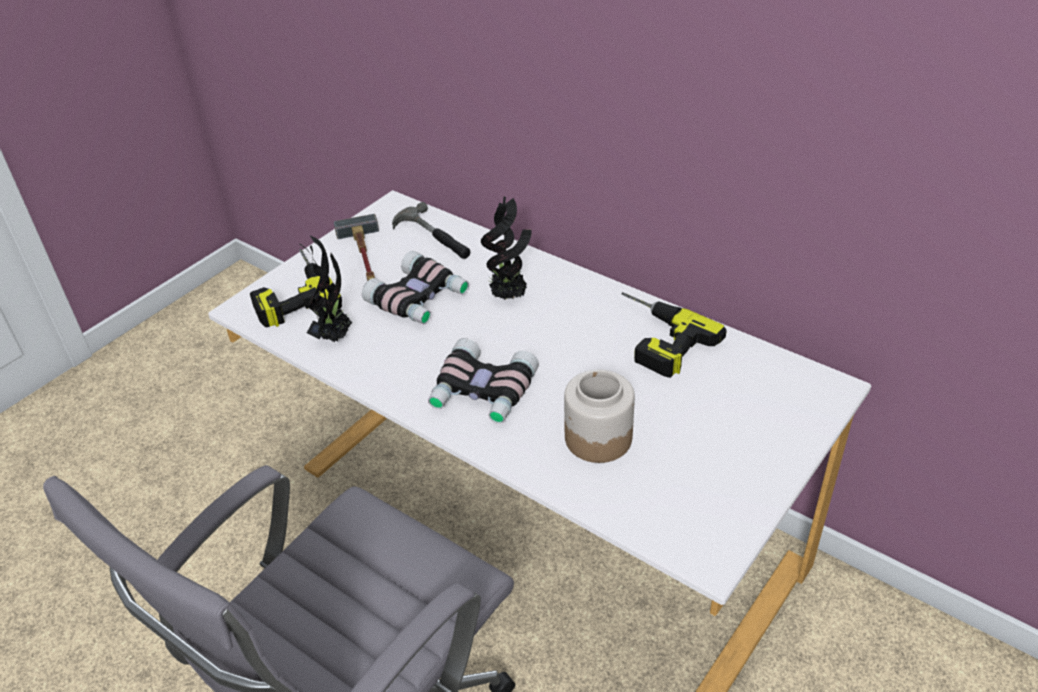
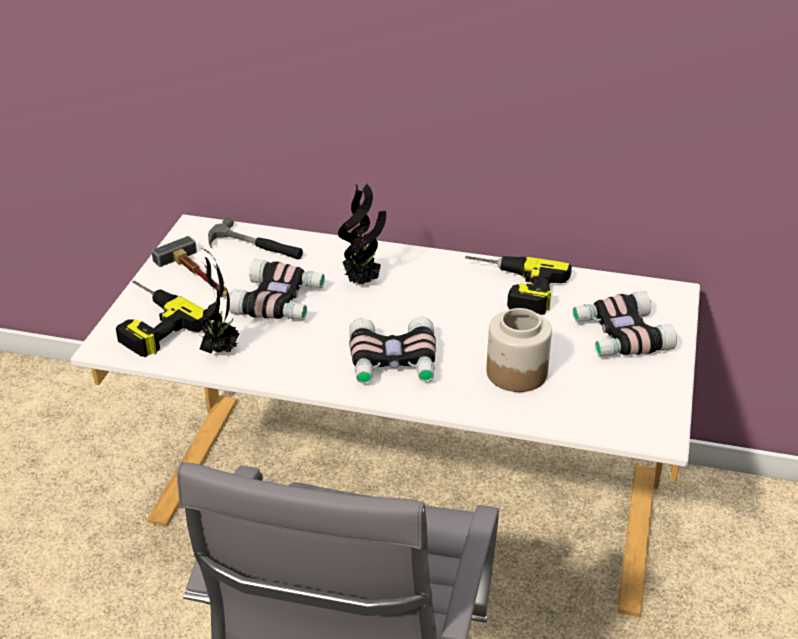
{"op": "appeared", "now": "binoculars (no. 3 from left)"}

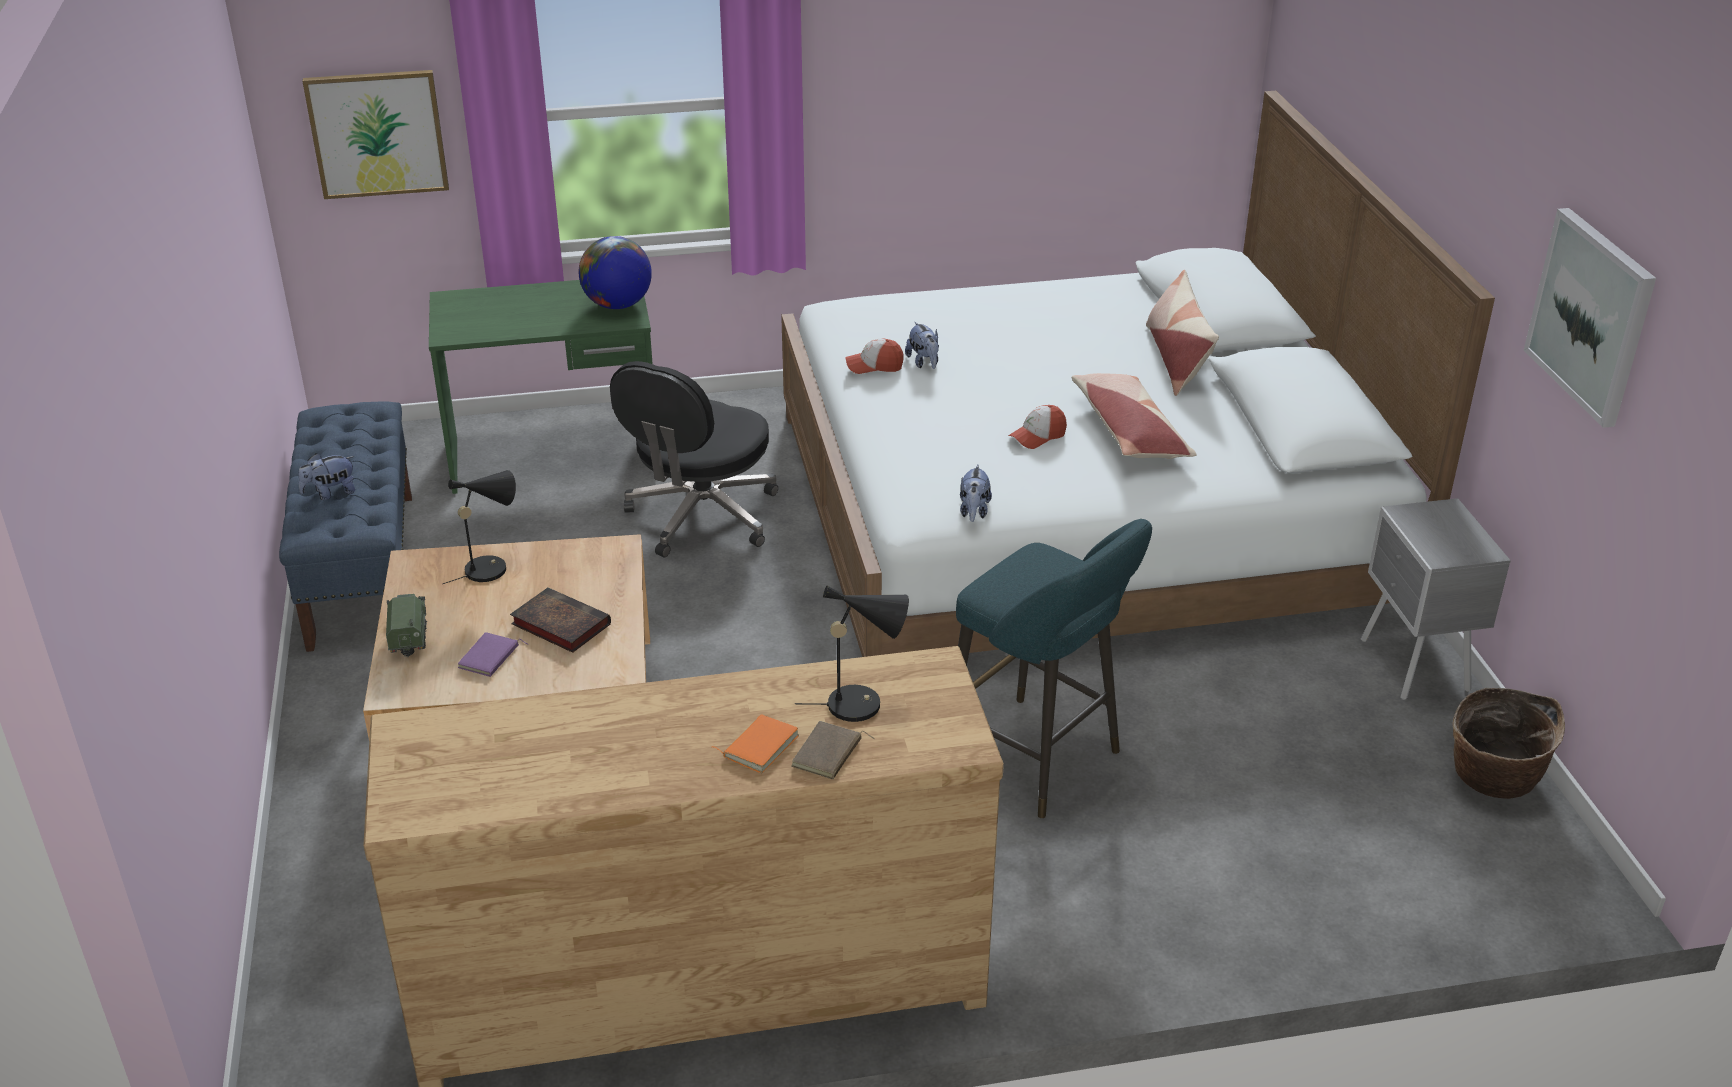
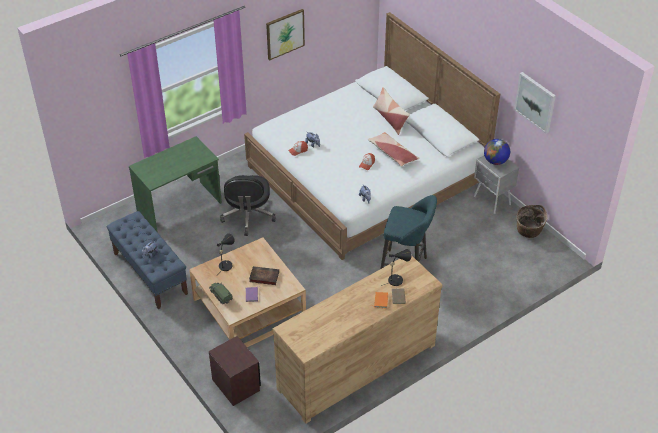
{"op": "appeared", "now": "brown nightstand"}
{"op": "relocated", "was": "picture (no. 1 from left)"}
{"op": "relocated", "was": "globe"}

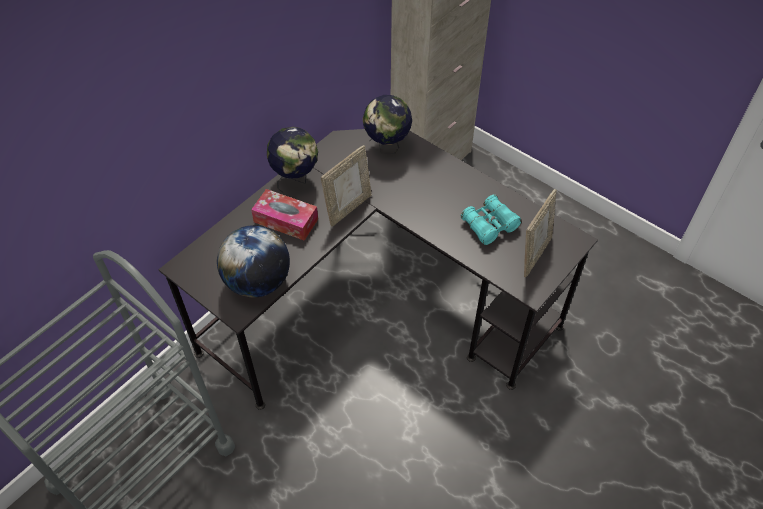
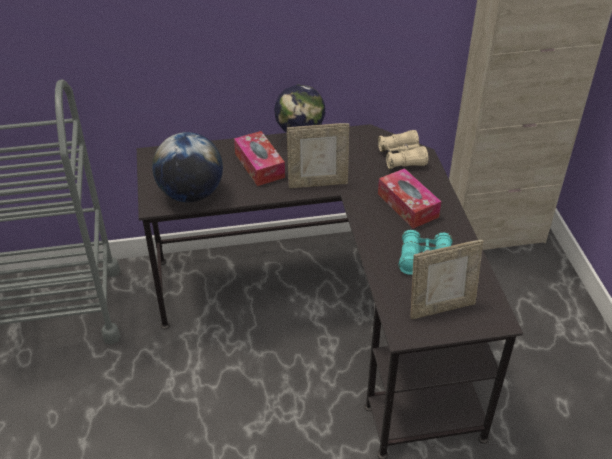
{"op": "appeared", "now": "tissue box (no. 2 from left)"}
{"op": "exchanged", "was": "globe (no. 3 from left)", "now": "beige binoculars"}

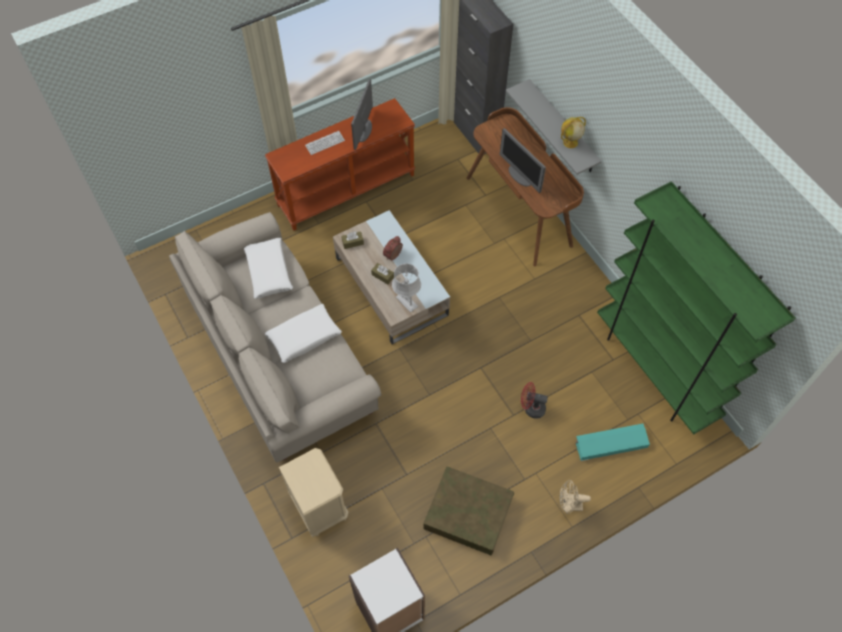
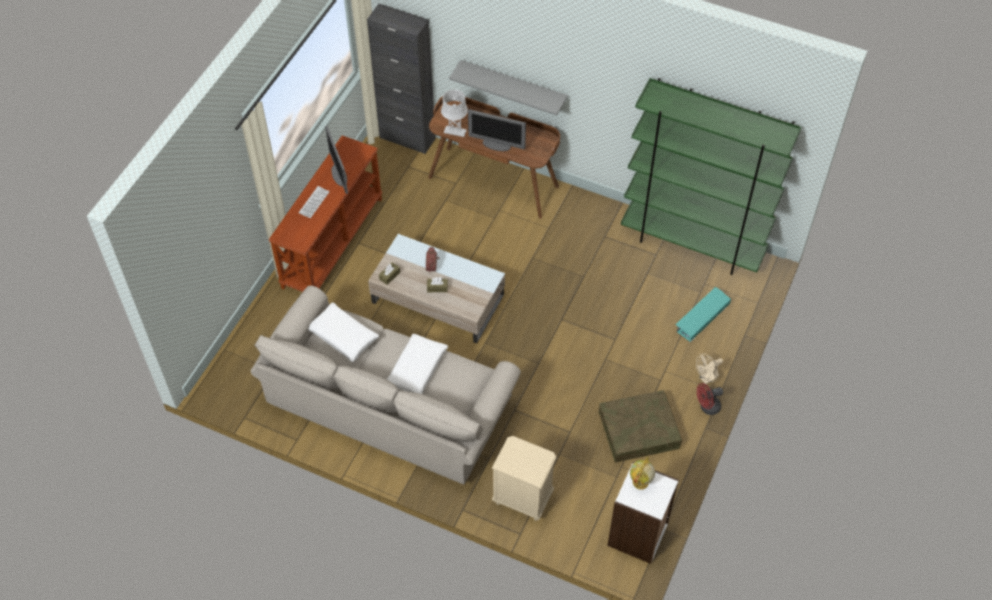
{"op": "relocated", "was": "grey table lamp"}
{"op": "relocated", "was": "red fan"}
{"op": "relocated", "was": "globe"}

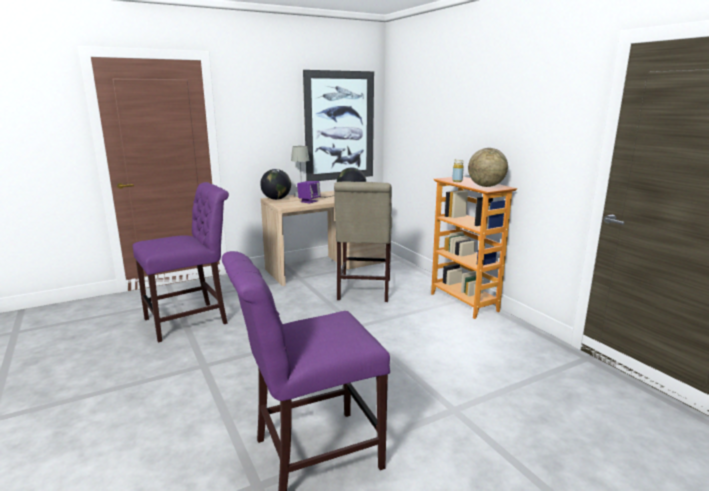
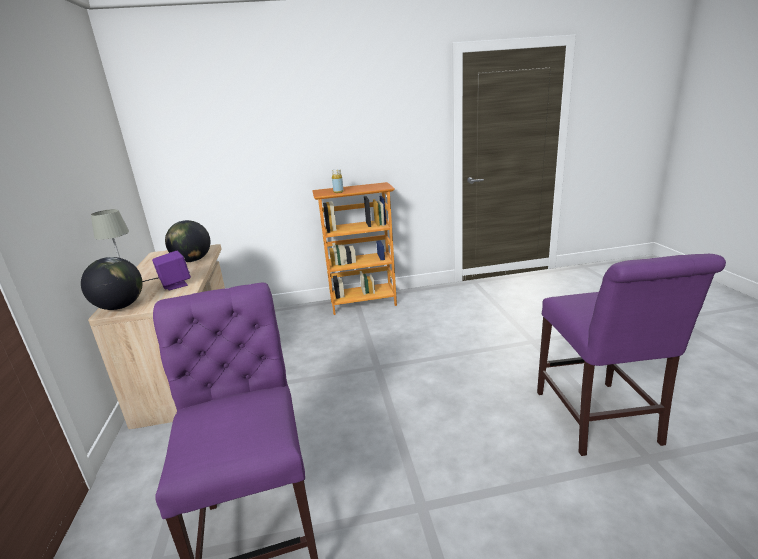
{"op": "missing", "was": "picture"}
{"op": "missing", "was": "beige chair"}
{"op": "missing", "was": "globe (no. 3 from left)"}

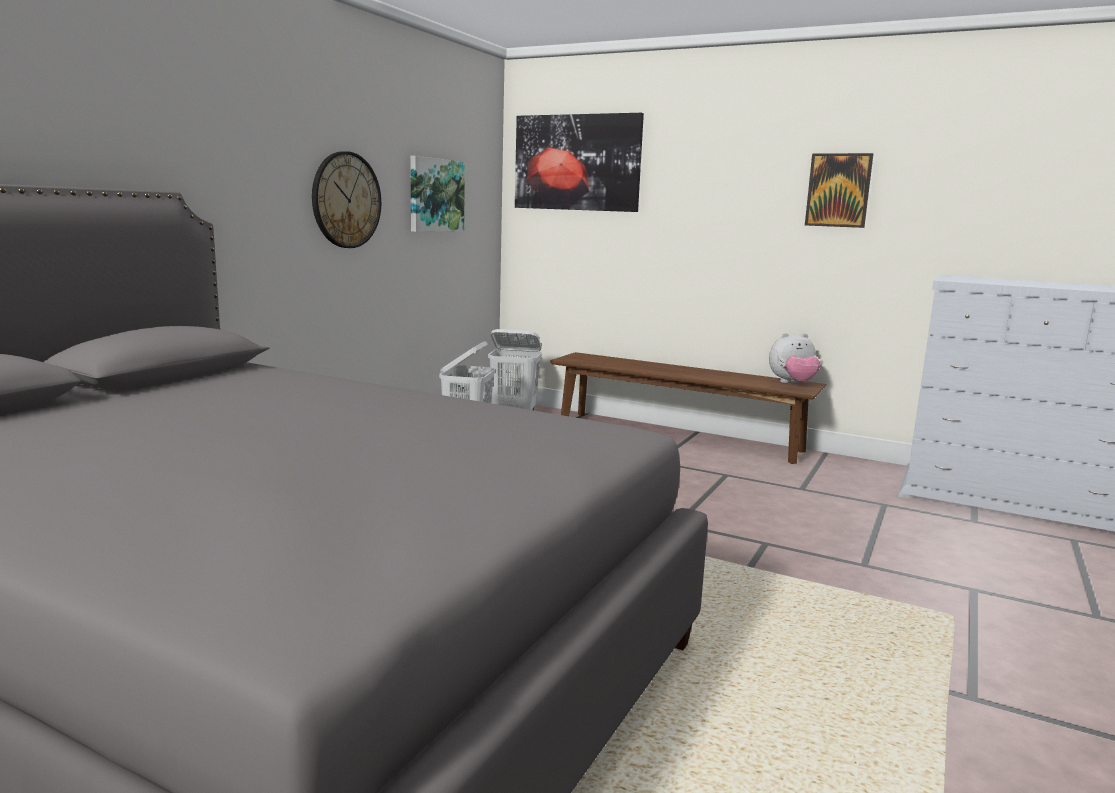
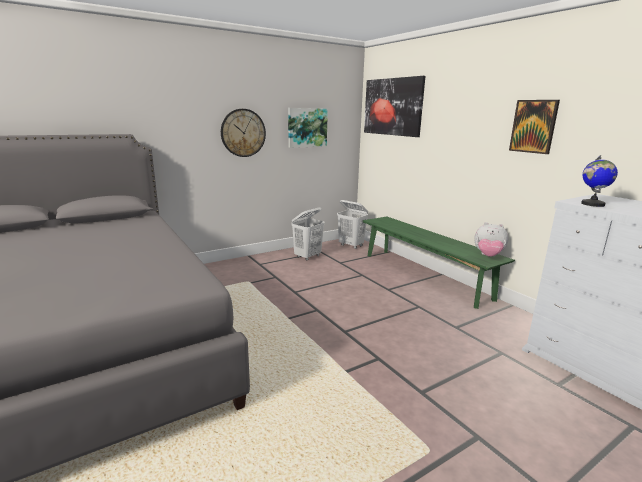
{"op": "appeared", "now": "globe"}
{"op": "colour", "was": "brown bench", "now": "green bench"}

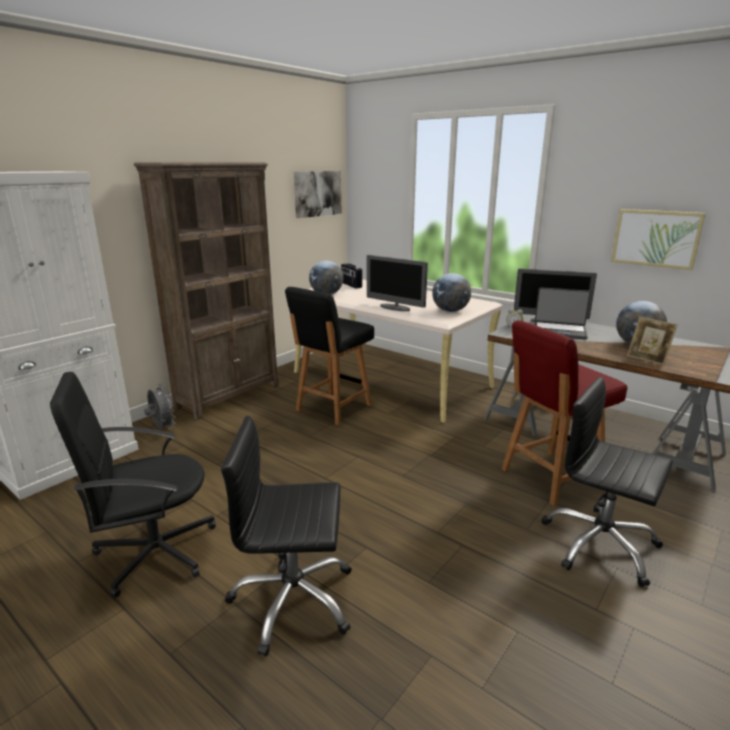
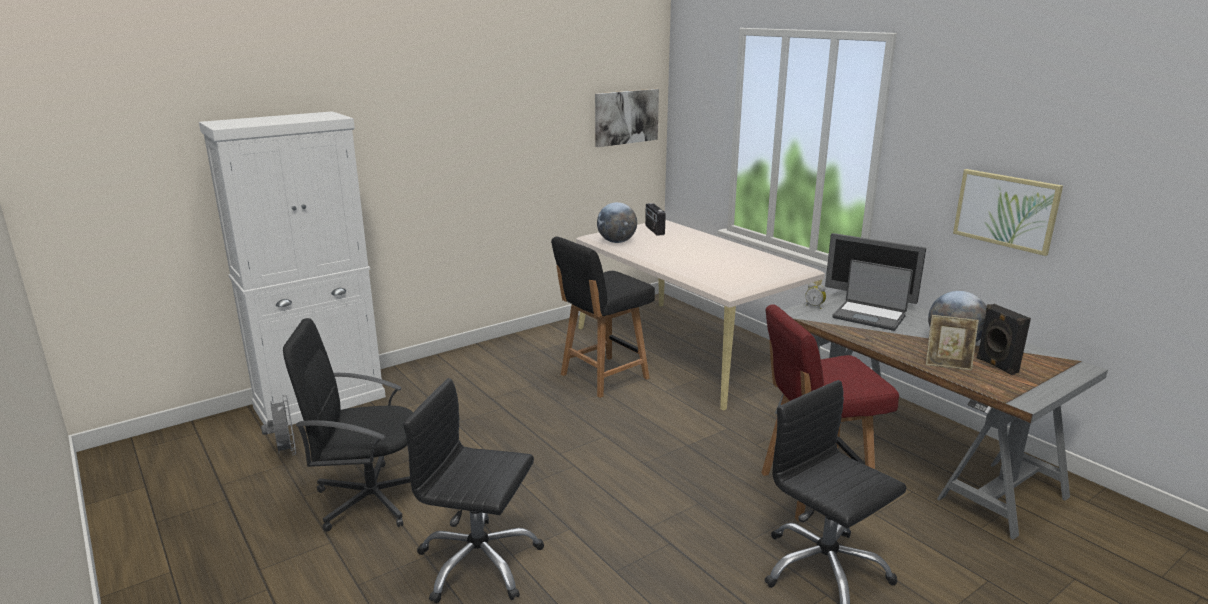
{"op": "missing", "was": "brown bookcase"}
{"op": "missing", "was": "monitor (no. 1 from left)"}
{"op": "missing", "was": "globe (no. 2 from left)"}
{"op": "appeared", "now": "black speaker"}
{"op": "relocated", "was": "grey fan"}
{"op": "spun", "was": "picture frame", "clockwise": -45}

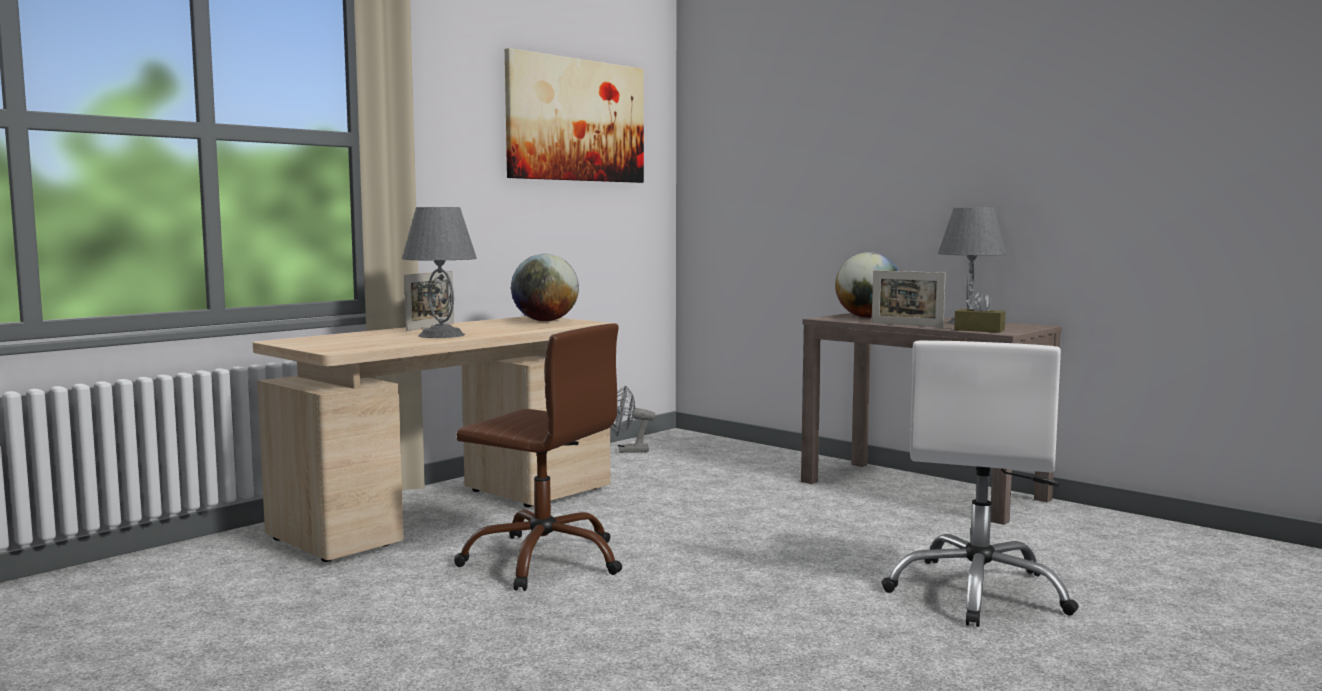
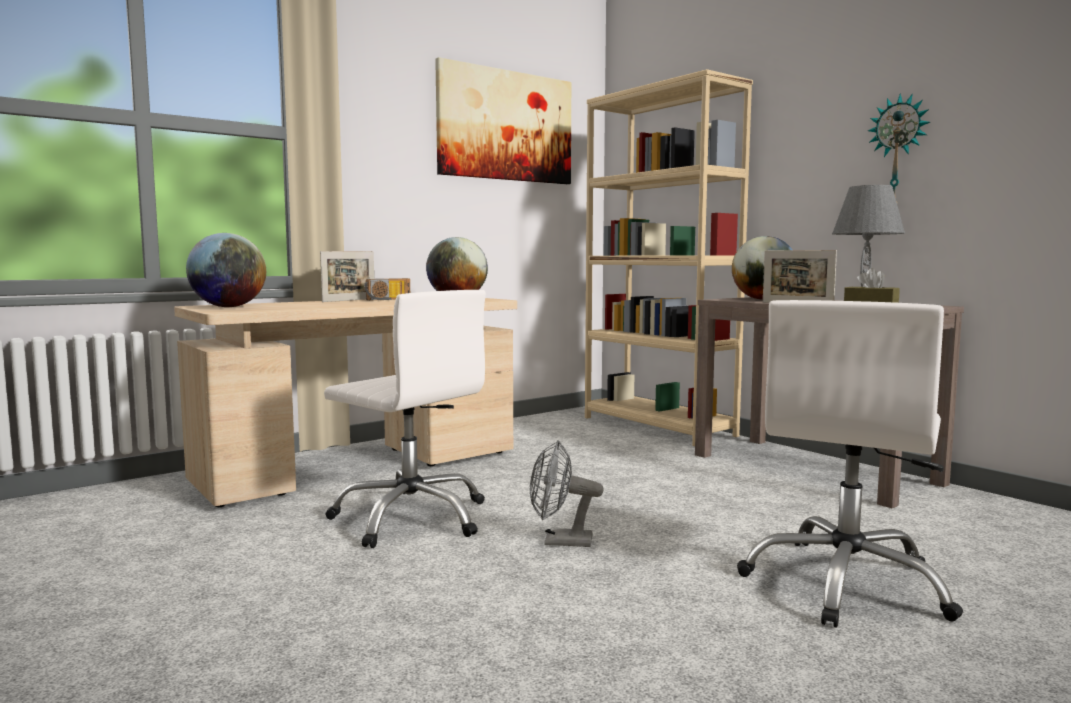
{"op": "missing", "was": "grey table lamp (no. 1 from left)"}
{"op": "appeared", "now": "globe (no. 1 from left)"}
{"op": "appeared", "now": "radio"}
{"op": "appeared", "now": "beige bookcase"}
{"op": "appeared", "now": "wall clock"}
{"op": "relocated", "was": "grey fan"}
{"op": "colour", "was": "brown office chair", "now": "white office chair (no. 1 from left)"}

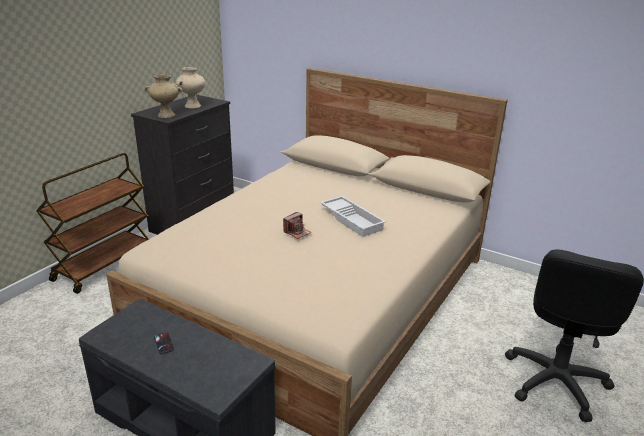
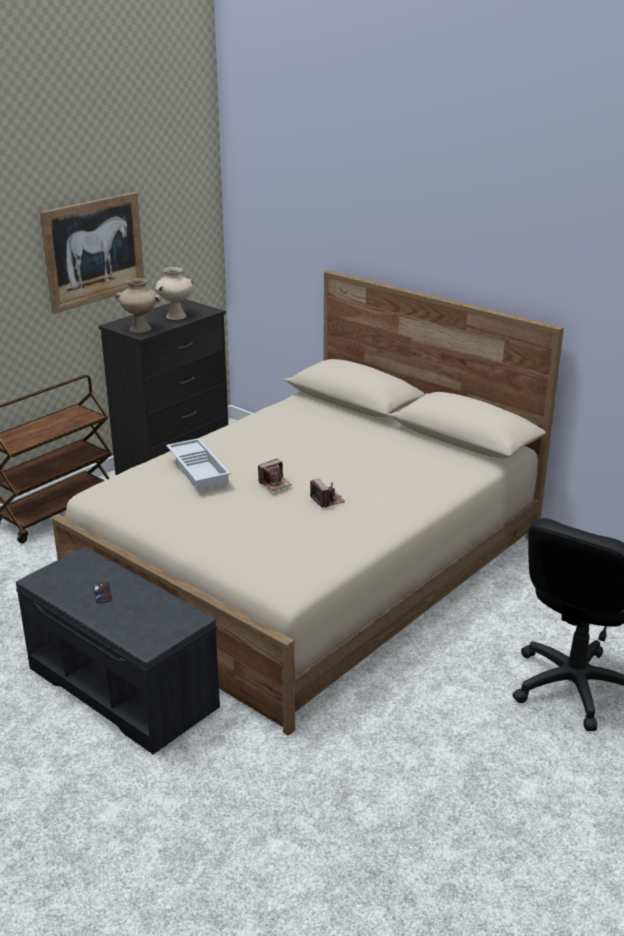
{"op": "appeared", "now": "picture"}
{"op": "appeared", "now": "photo camera (no. 2 from left)"}
{"op": "relocated", "was": "white tray"}

